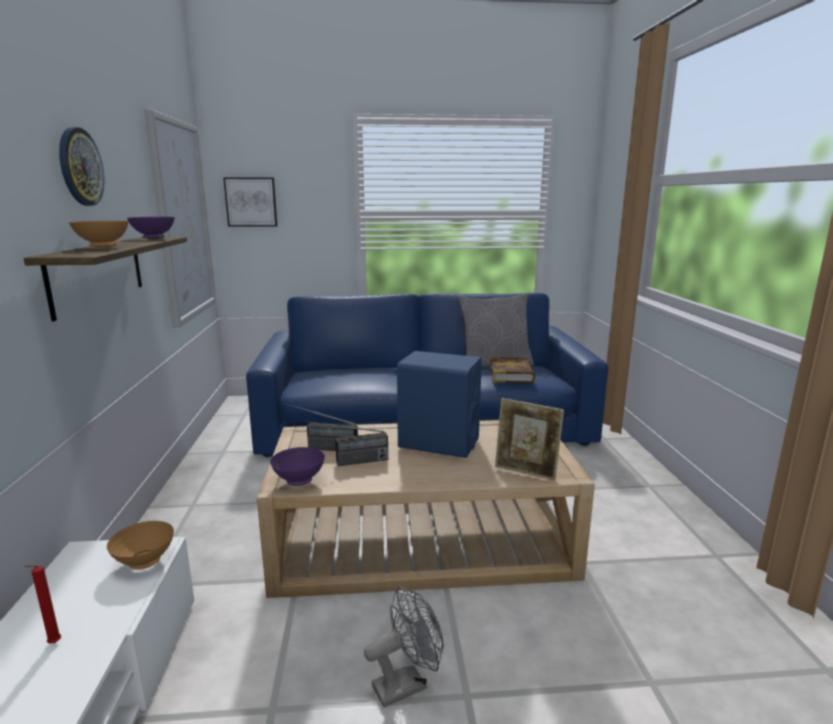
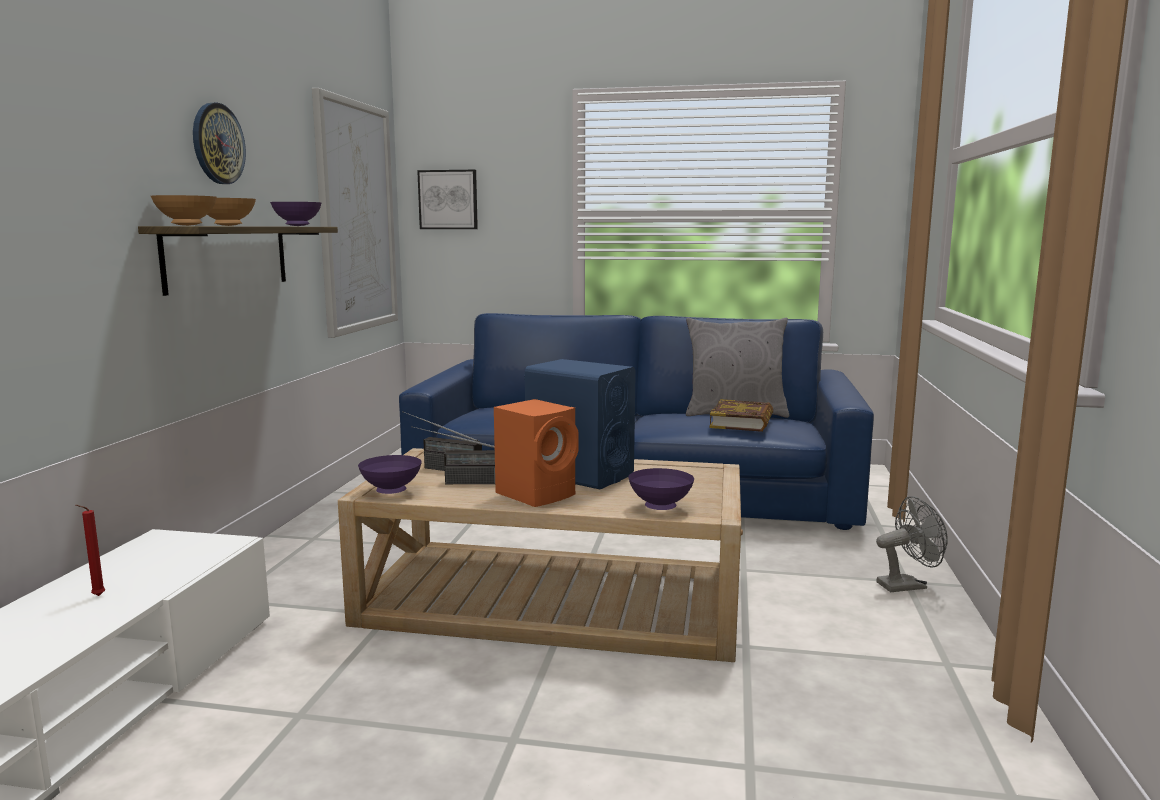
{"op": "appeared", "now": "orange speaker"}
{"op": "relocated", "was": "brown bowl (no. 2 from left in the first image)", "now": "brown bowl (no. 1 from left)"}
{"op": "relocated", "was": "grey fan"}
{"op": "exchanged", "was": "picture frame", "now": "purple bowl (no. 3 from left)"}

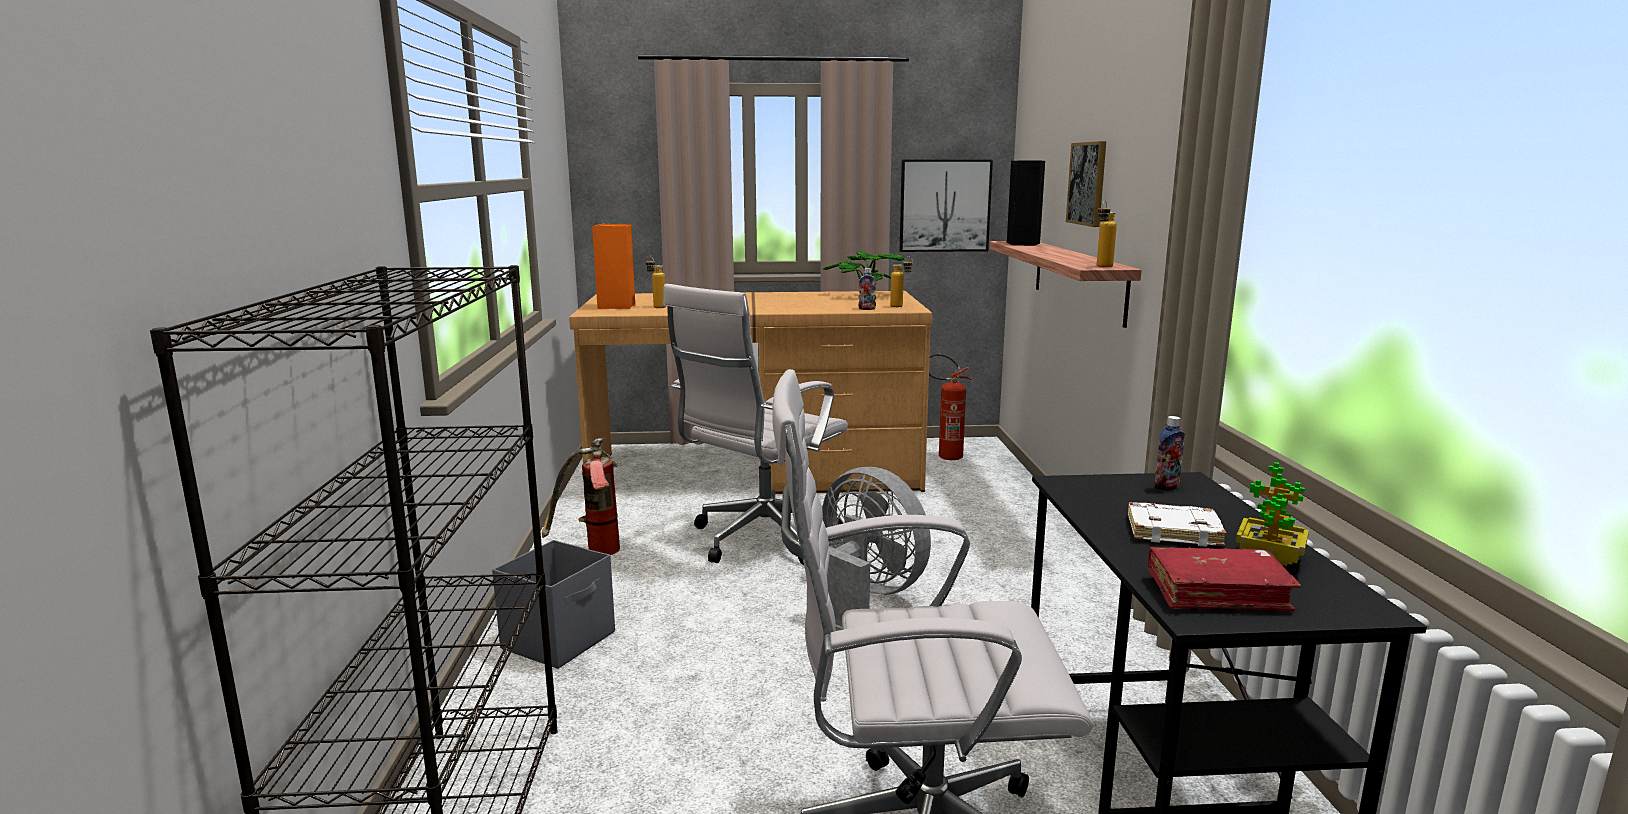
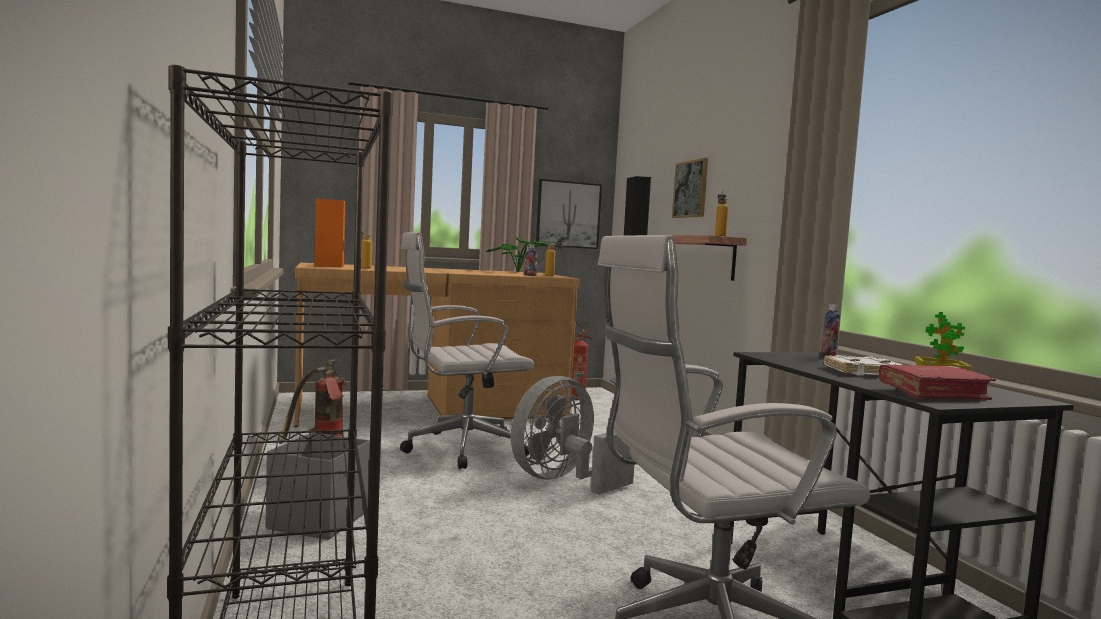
{"op": "spun", "was": "white office chair (no. 1 from left)", "clockwise": 45}
{"op": "spun", "was": "grey fan", "clockwise": -75}

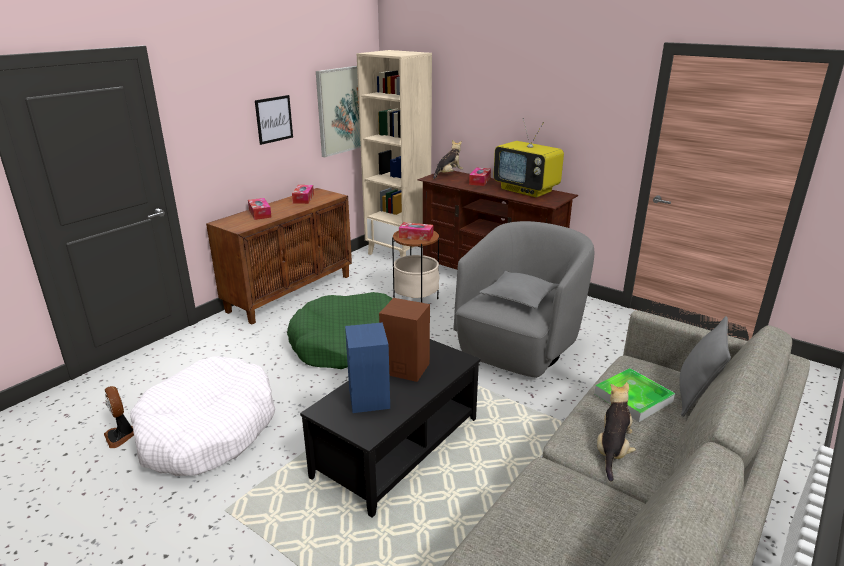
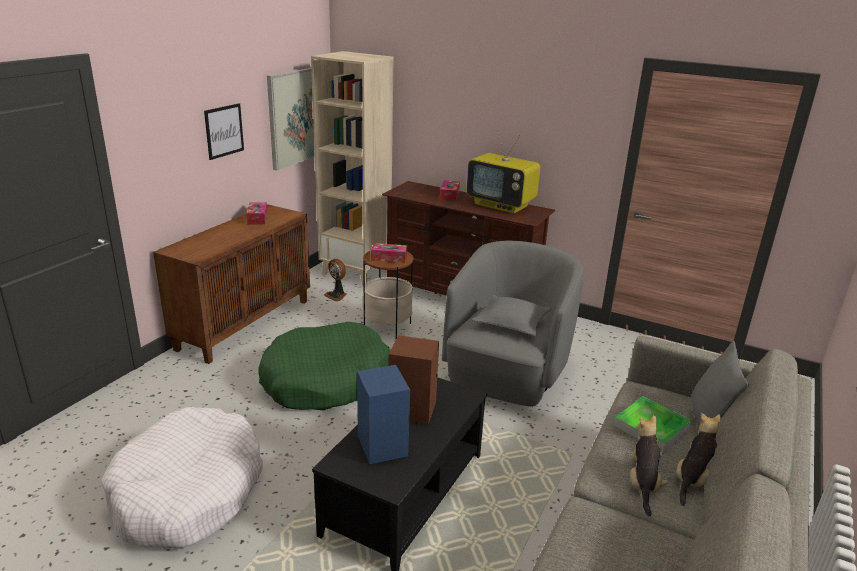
{"op": "missing", "was": "tissue box (no. 1 from left)"}
{"op": "relocated", "was": "fan"}
{"op": "relocated", "was": "plush toy (no. 1 from left in the first image)", "now": "plush toy (no. 2 from left)"}

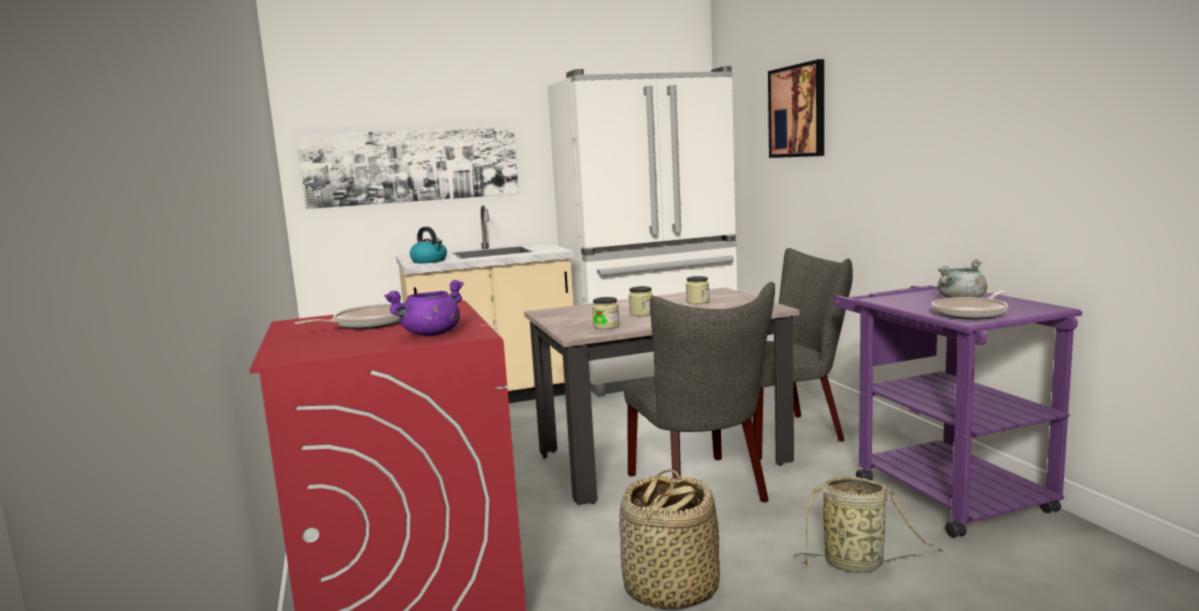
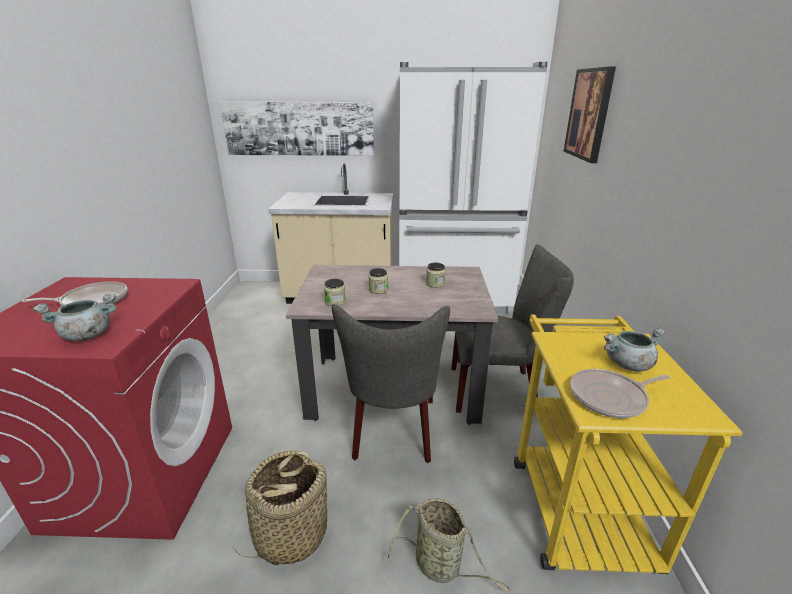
{"op": "missing", "was": "kettle"}
{"op": "colour", "was": "purple cooking pot", "now": "grey cooking pot (no. 1 from left)"}
{"op": "colour", "was": "purple cart", "now": "yellow cart"}

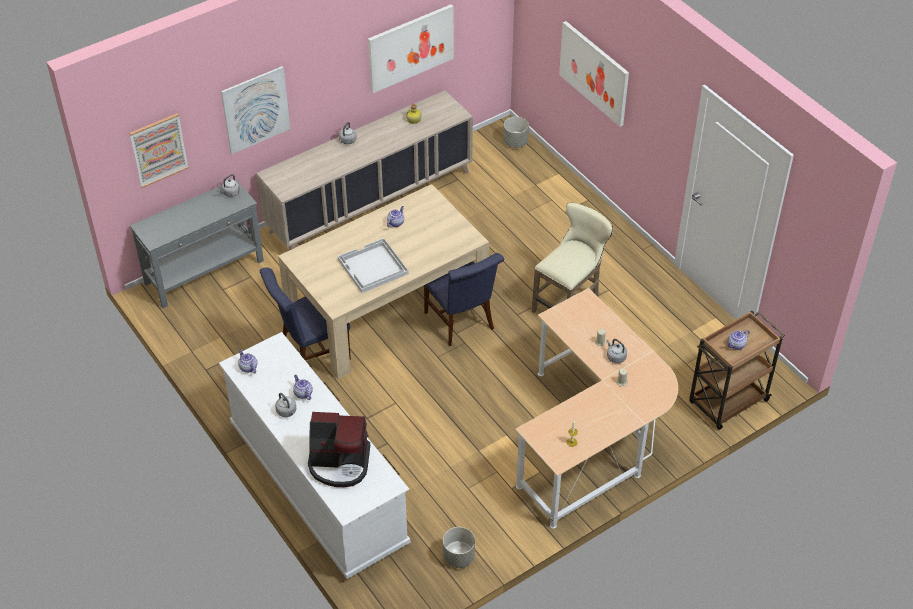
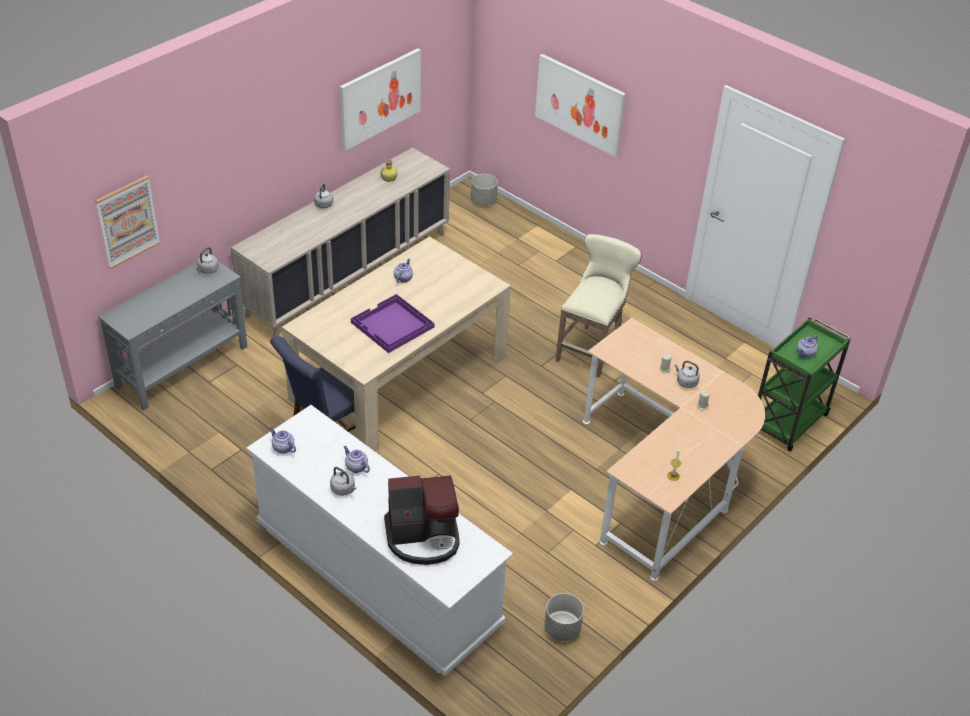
{"op": "missing", "was": "picture (no. 2 from left)"}
{"op": "missing", "was": "blue chair (no. 2 from left)"}
{"op": "colour", "was": "white tray", "now": "purple tray"}
{"op": "colour", "was": "brown cart", "now": "green cart"}

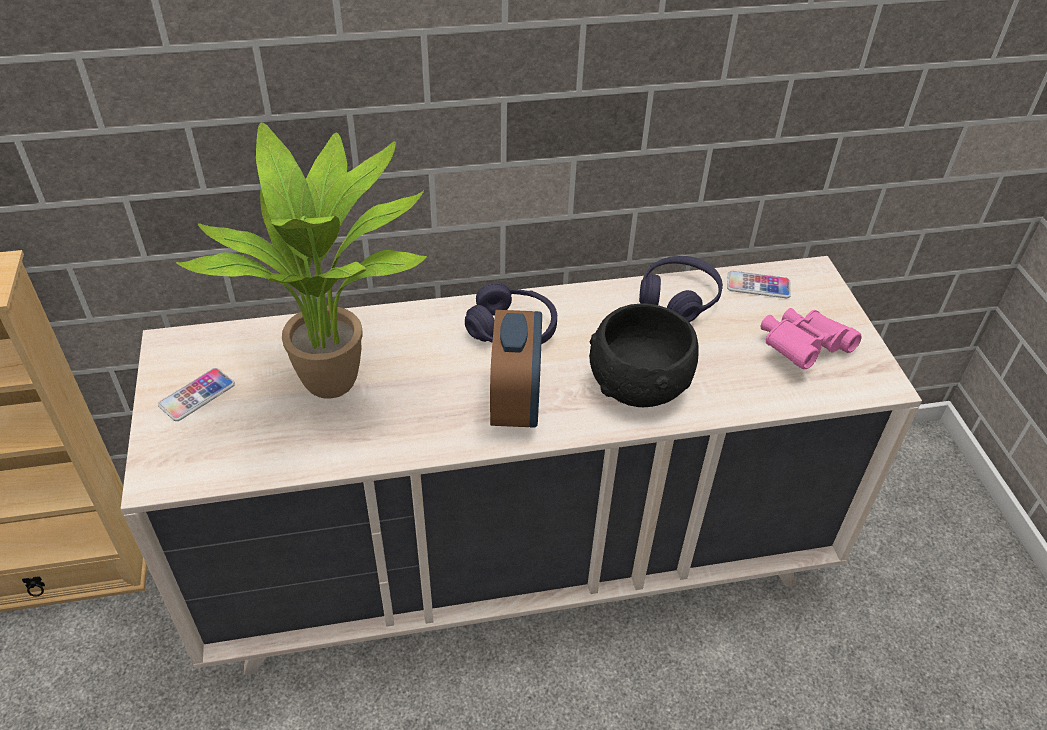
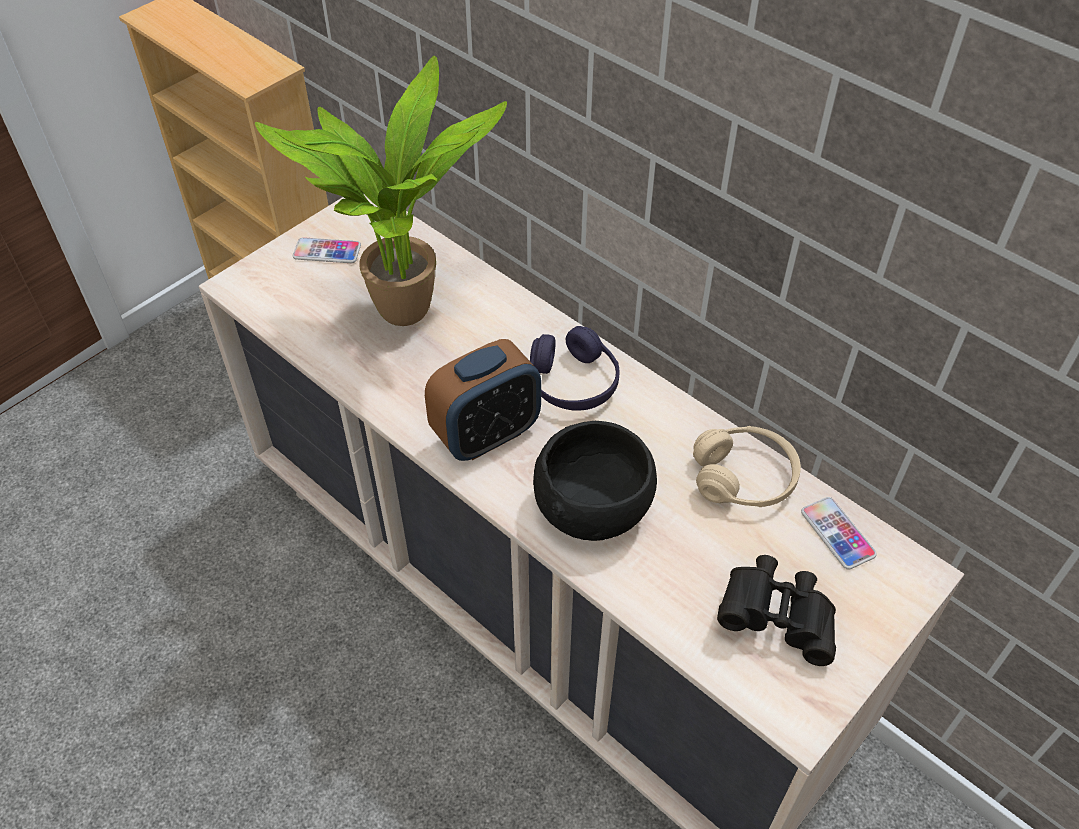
{"op": "colour", "was": "purple headphones (no. 2 from left)", "now": "beige headphones"}
{"op": "colour", "was": "pink binoculars", "now": "black binoculars"}

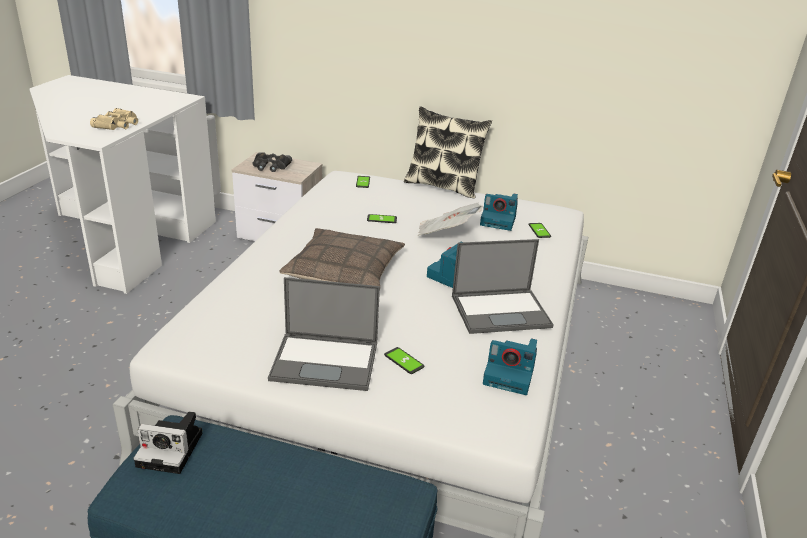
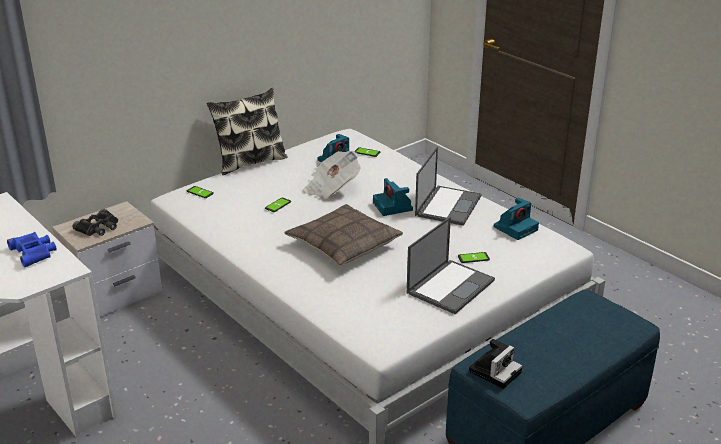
{"op": "colour", "was": "beige binoculars", "now": "blue binoculars"}

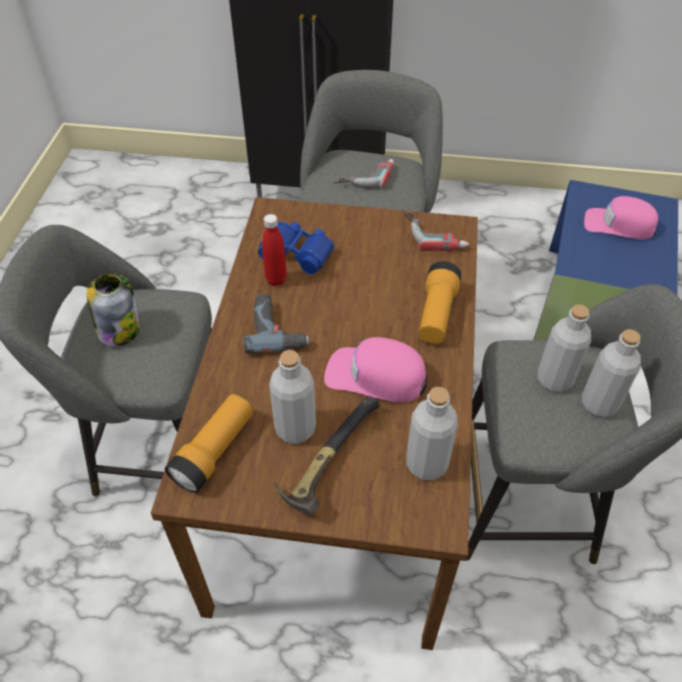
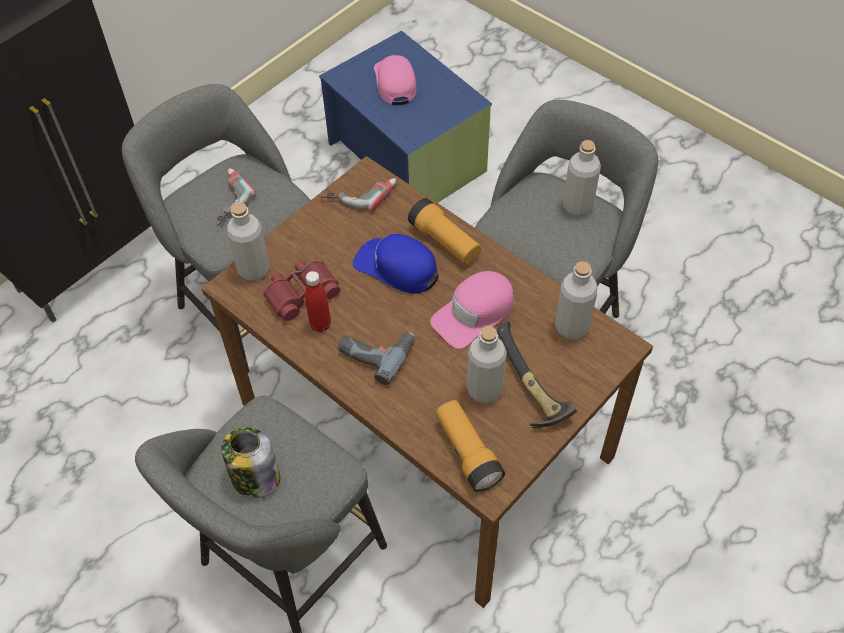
{"op": "appeared", "now": "blue cap"}
{"op": "relocated", "was": "grey bottle (no. 3 from left in the first image)", "now": "grey bottle (no. 1 from left)"}
{"op": "colour", "was": "blue binoculars", "now": "red binoculars"}
{"op": "spun", "was": "pink cap (no. 2 from left in the first image)", "clockwise": 120}

